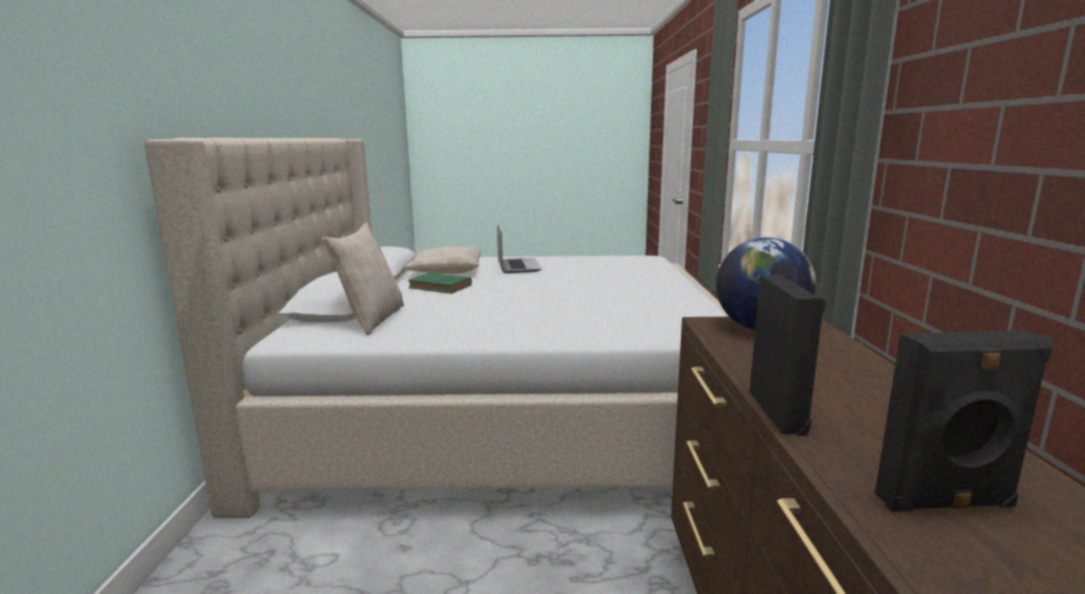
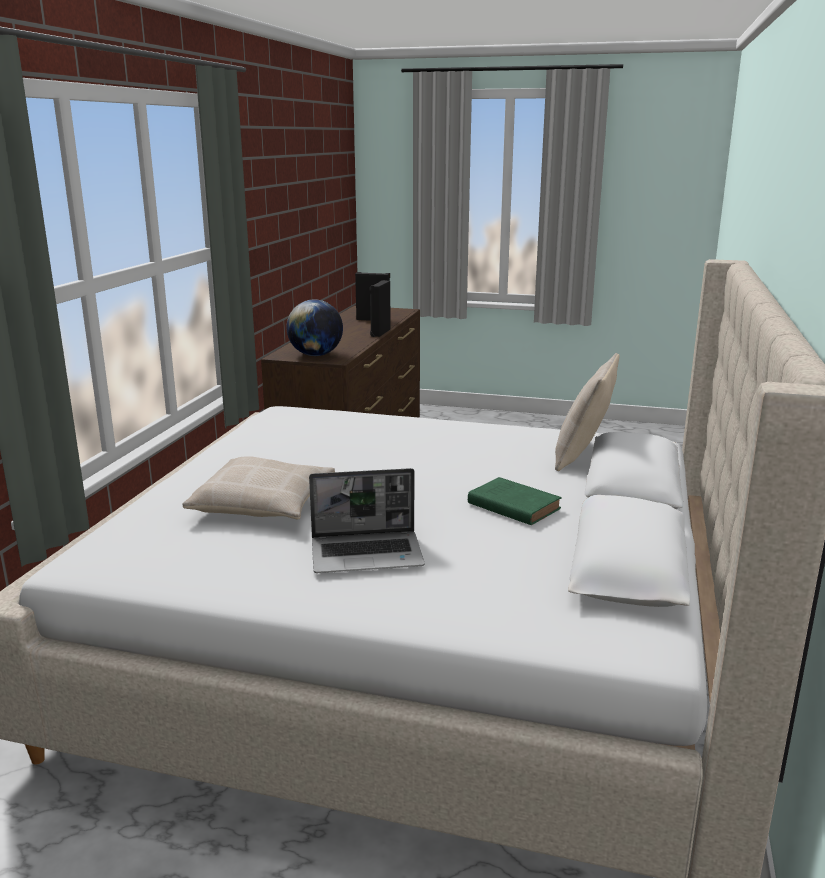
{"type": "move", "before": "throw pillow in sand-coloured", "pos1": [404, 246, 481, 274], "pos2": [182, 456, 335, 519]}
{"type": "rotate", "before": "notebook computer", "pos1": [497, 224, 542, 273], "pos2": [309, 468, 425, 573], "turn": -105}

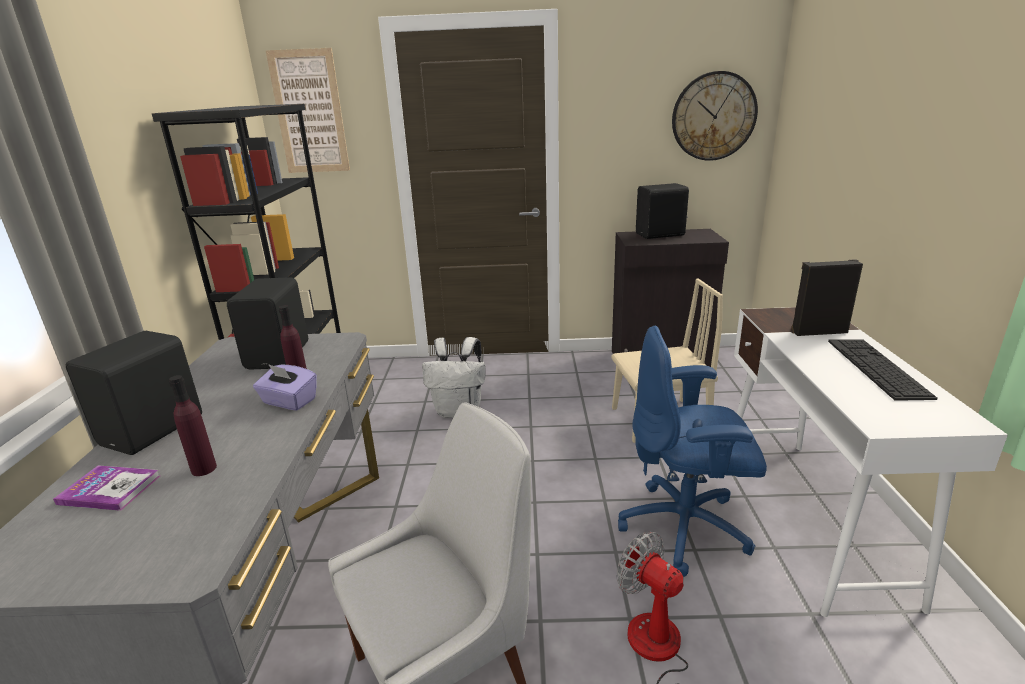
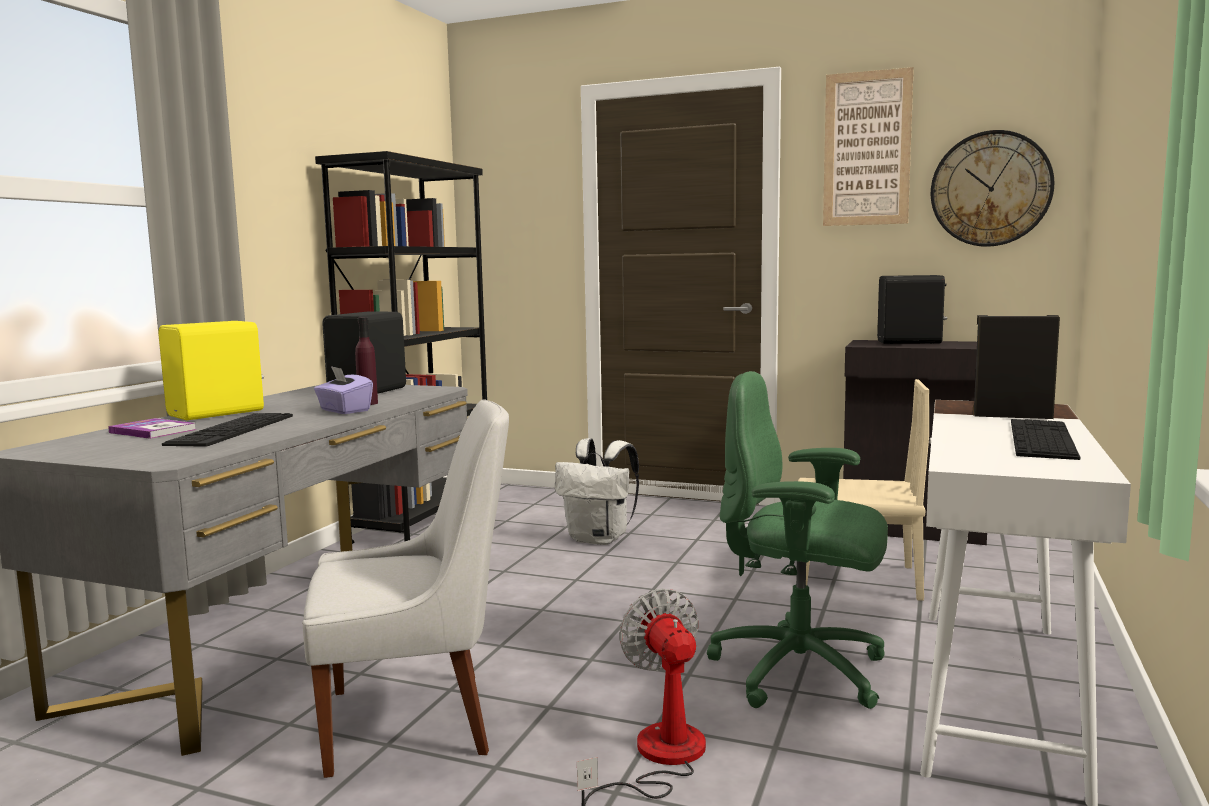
{"type": "move", "before": "picture", "pos1": [266, 48, 350, 173], "pos2": [823, 67, 914, 226]}
{"type": "replace", "before": "beverage bottle in purplish", "after": "computer keyboard", "pos1": [169, 375, 217, 476], "pos2": [162, 413, 293, 447]}
{"type": "recolor", "before": "loudspeaker in black-coloured", "after": "loudspeaker in yellow-coloured", "pos1": [66, 331, 202, 455], "pos2": [158, 321, 264, 420]}
{"type": "recolor", "before": "office chair in bluish", "after": "office chair in green-coloured", "pos1": [618, 326, 767, 577], "pos2": [707, 371, 888, 709]}

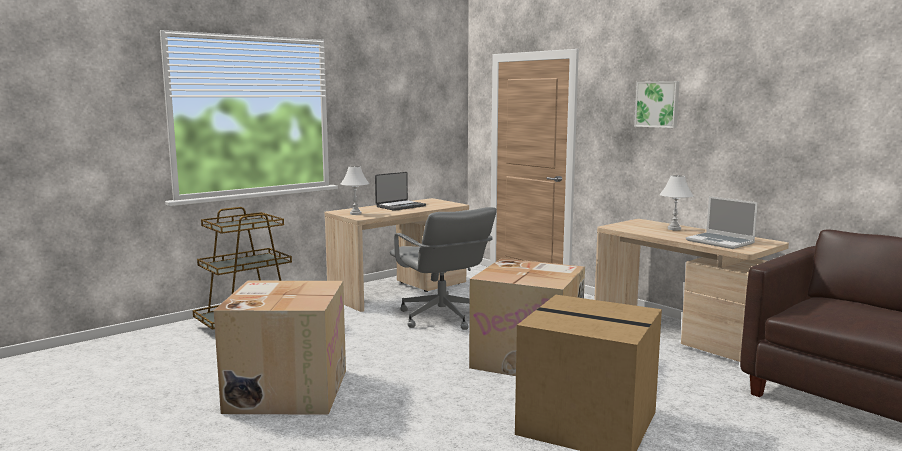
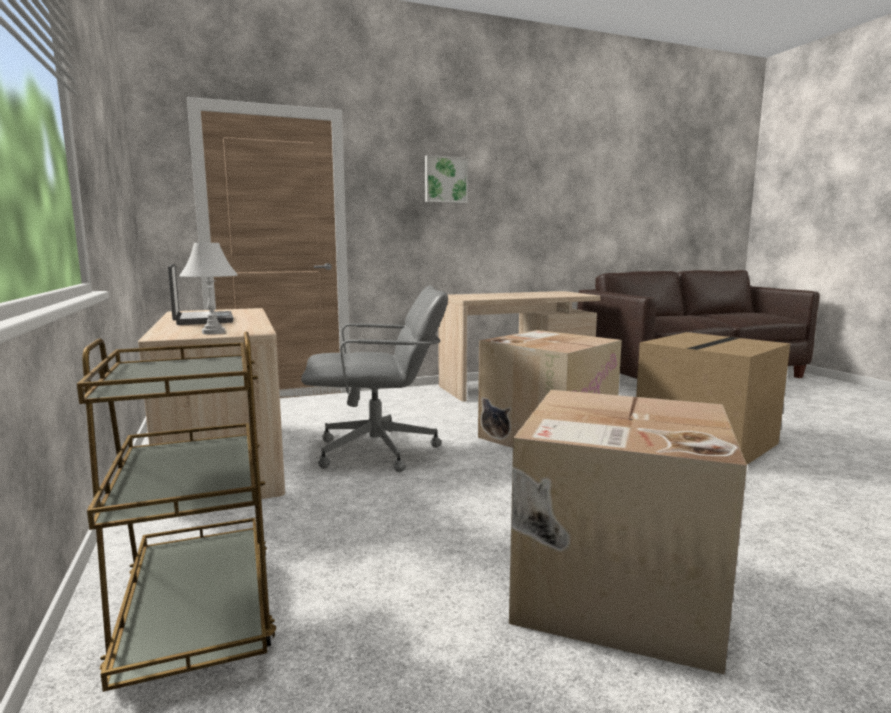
{"type": "delete", "before": "tabletop lamp in whitish", "pos1": [660, 175, 694, 230]}
{"type": "delete", "before": "notebook computer", "pos1": [686, 196, 758, 249]}

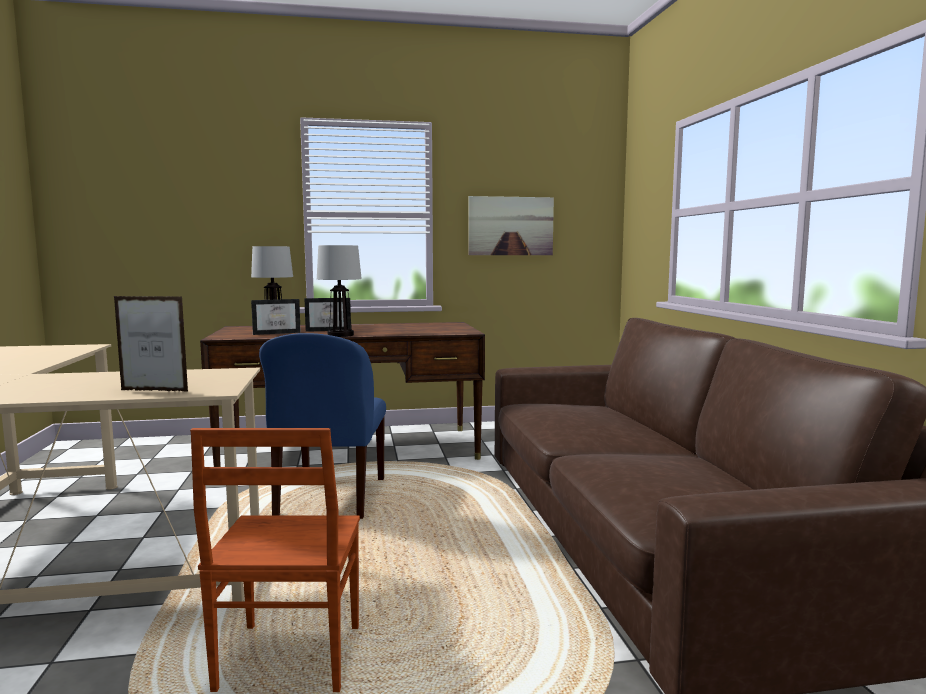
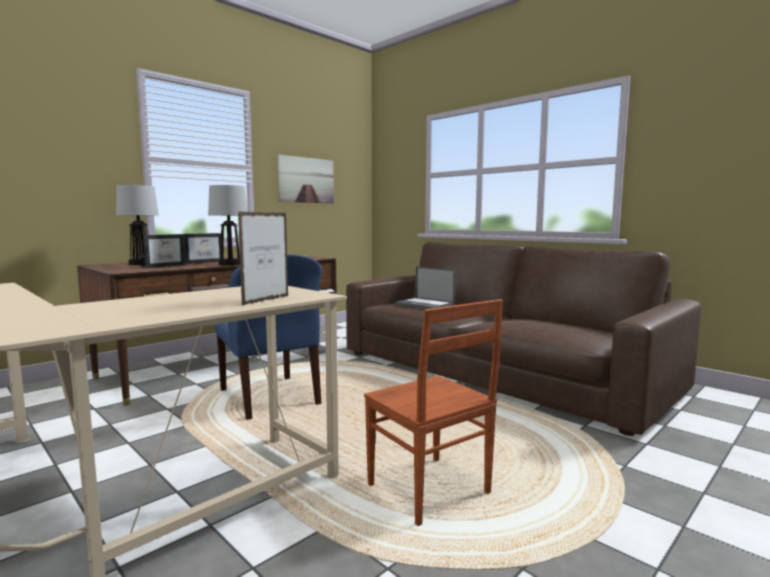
{"type": "insert", "after": "notebook computer", "pos2": [394, 266, 456, 309]}
{"type": "rotate", "before": "picture frame", "pos1": [114, 296, 188, 392], "pos2": [238, 211, 288, 305], "turn": 150}

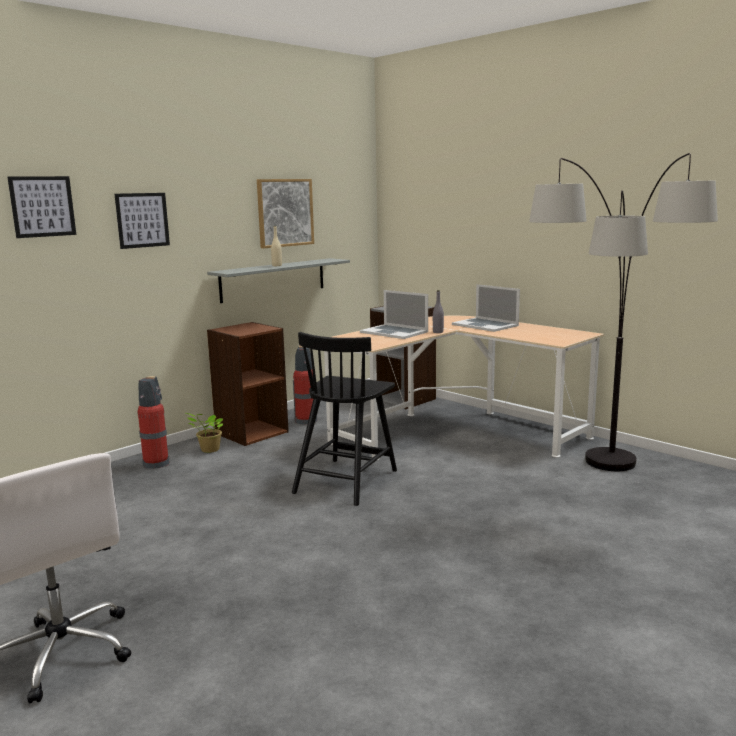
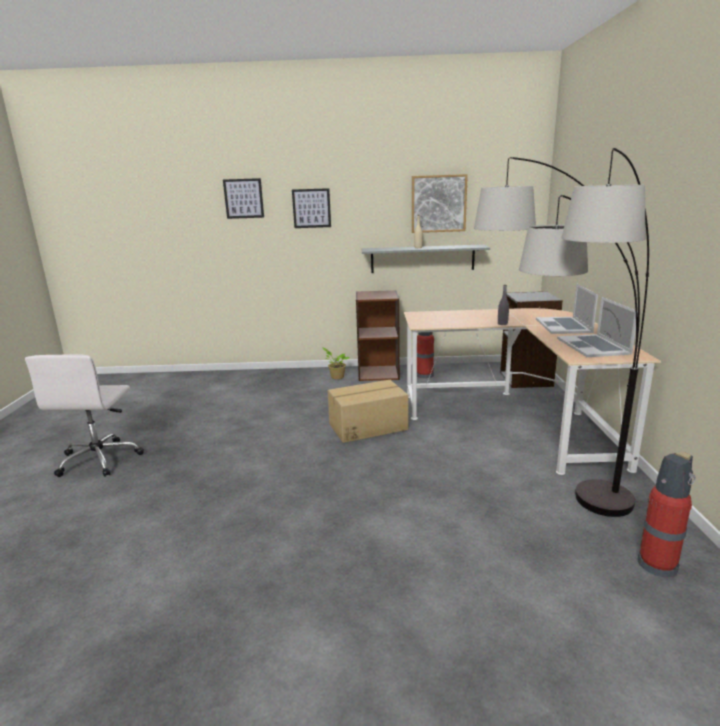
{"type": "move", "before": "fire-fighting cylinder", "pos1": [138, 376, 170, 469], "pos2": [638, 452, 696, 578]}
{"type": "move", "before": "notebook computer", "pos1": [360, 290, 428, 339], "pos2": [557, 297, 638, 357]}
{"type": "replace", "before": "plain chair in black-coloured", "after": "packing box", "pos1": [292, 332, 397, 506], "pos2": [328, 380, 408, 443]}

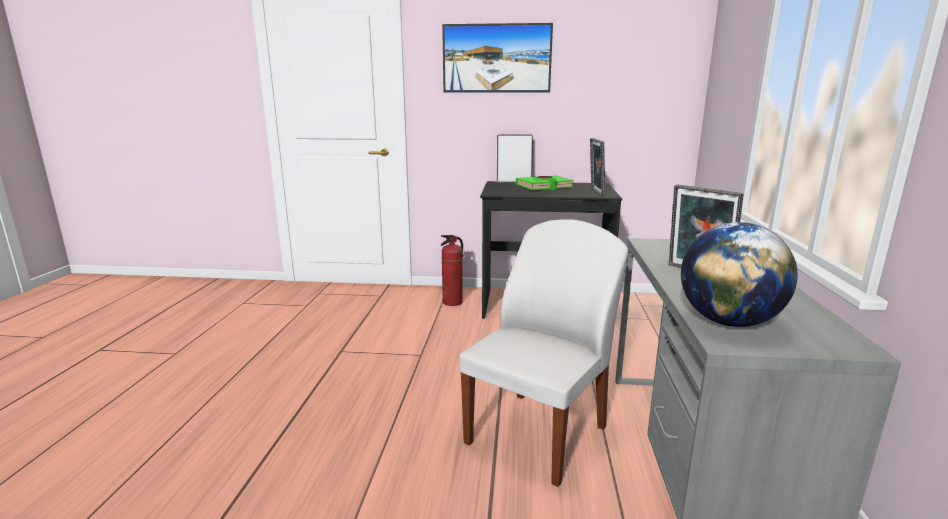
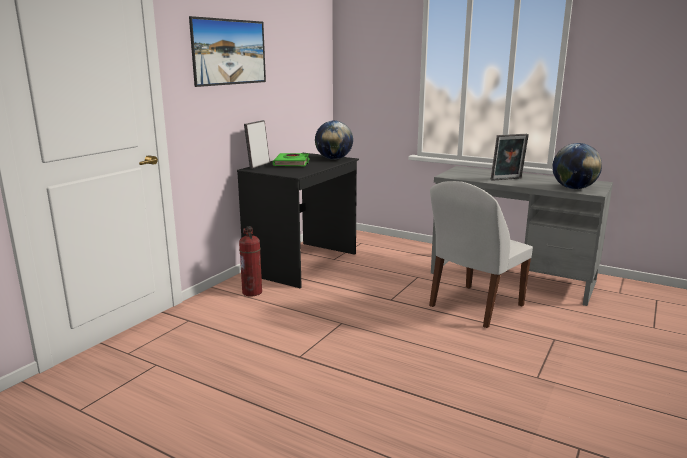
{"type": "replace", "before": "picture frame", "after": "world globe", "pos1": [590, 138, 605, 197], "pos2": [315, 121, 353, 160]}
{"type": "rotate", "before": "plain chair in whitish", "pos1": [460, 219, 628, 487], "pos2": [429, 181, 533, 328], "turn": -105}

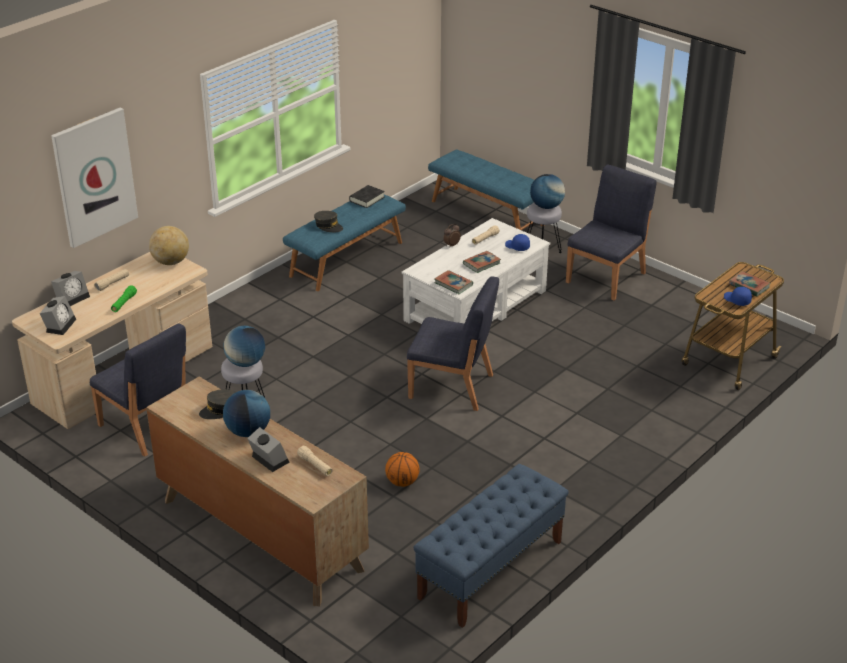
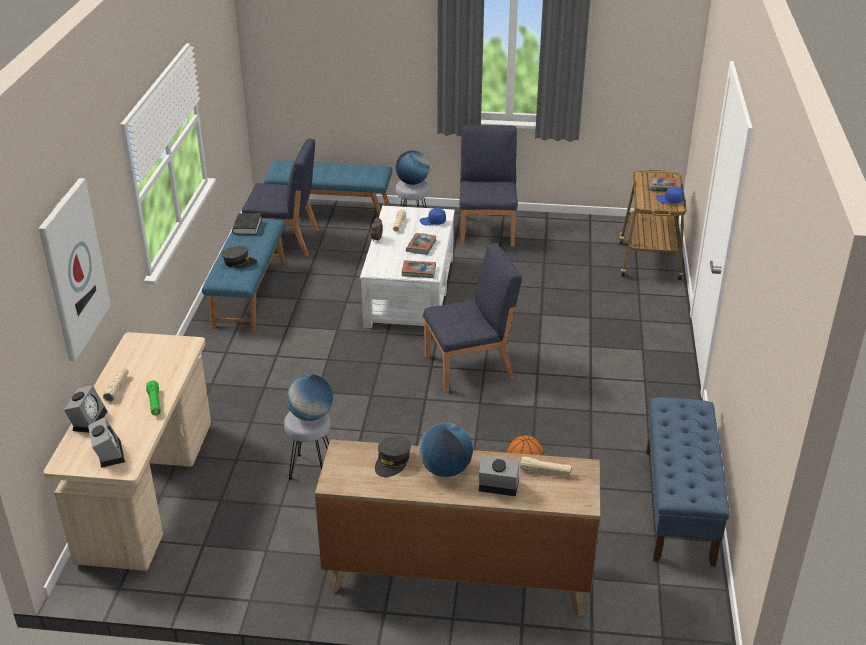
{"type": "delete", "before": "world globe", "pos1": [149, 226, 189, 265]}
{"type": "move", "before": "plain chair in bluish", "pos1": [90, 323, 186, 457], "pos2": [242, 139, 319, 257]}

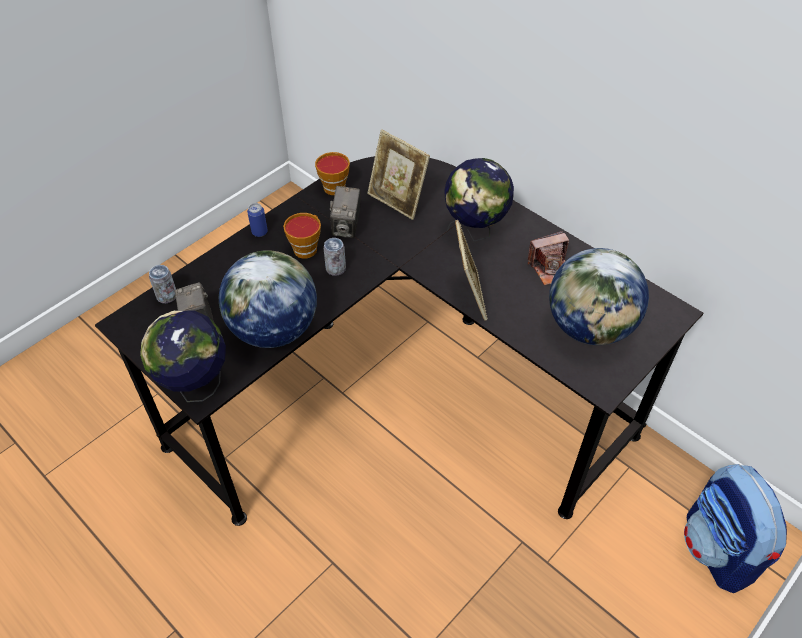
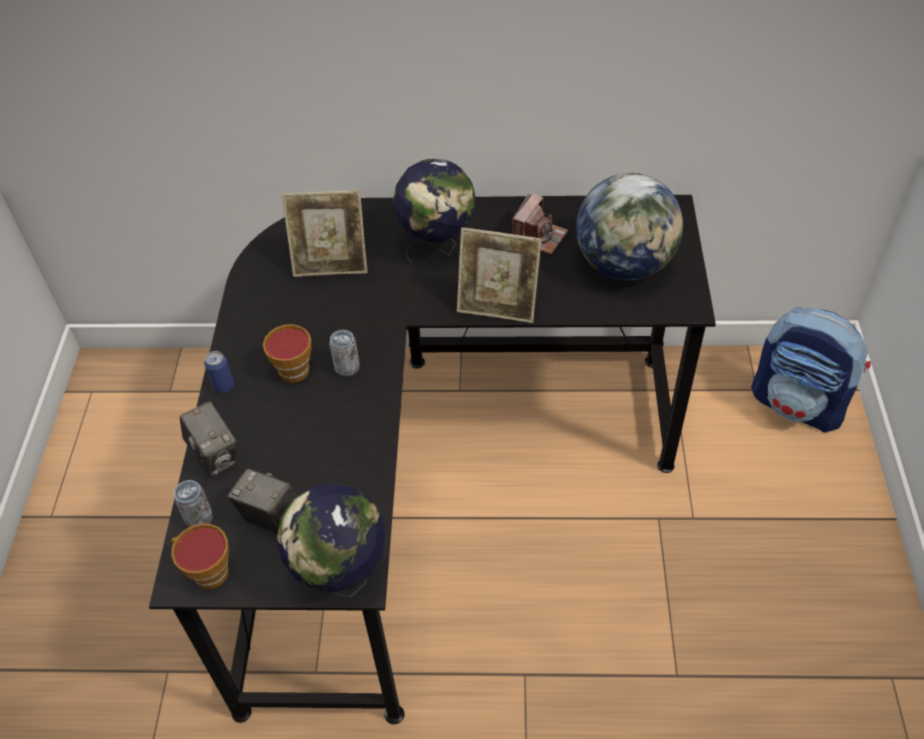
{"type": "delete", "before": "world globe", "pos1": [219, 250, 317, 348]}
{"type": "move", "before": "drinking cup", "pos1": [315, 152, 350, 195], "pos2": [171, 524, 229, 589]}
{"type": "move", "before": "still camera", "pos1": [330, 186, 361, 238], "pos2": [180, 401, 238, 478]}
{"type": "rotate", "before": "picture frame", "pos1": [455, 220, 488, 321], "pos2": [457, 227, 542, 323], "turn": 150}

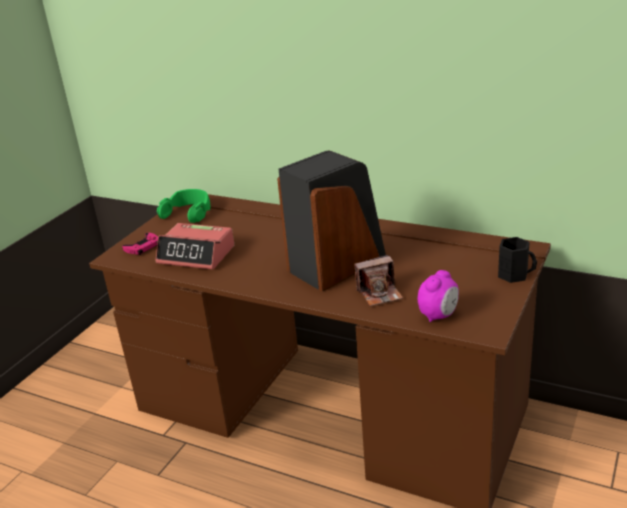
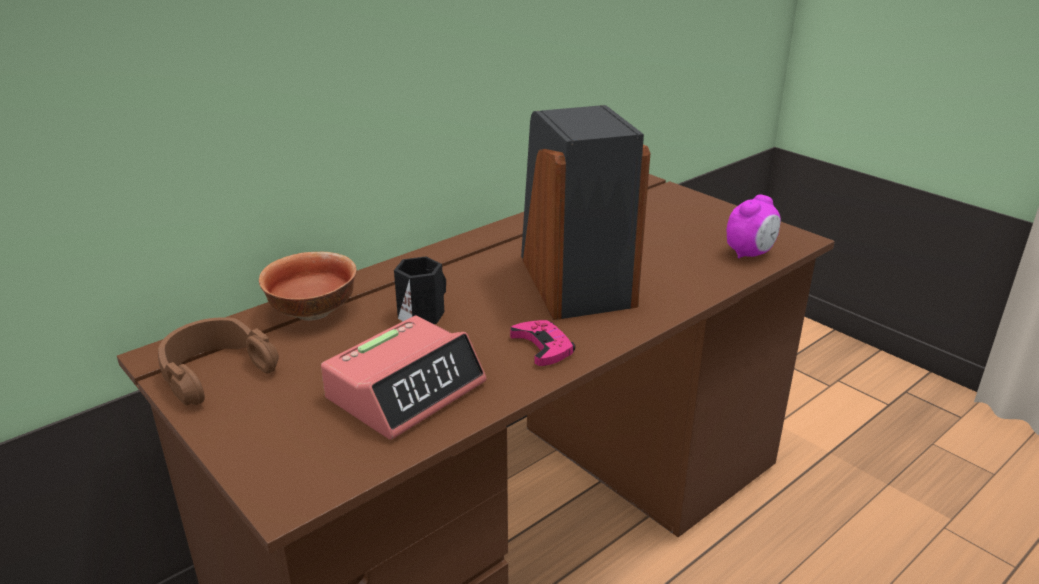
{"type": "delete", "before": "still camera", "pos1": [354, 255, 403, 306]}
{"type": "insert", "after": "bowl", "pos2": [259, 252, 357, 321]}
{"type": "move", "before": "gamepad in pinkish", "pos1": [122, 233, 158, 255], "pos2": [510, 320, 575, 366]}
{"type": "move", "before": "tea mug in black-coloured", "pos1": [498, 237, 537, 283], "pos2": [394, 256, 446, 324]}
{"type": "recolor", "before": "headset in green-coloured", "after": "headset in brown-coloured", "pos1": [157, 189, 210, 223], "pos2": [158, 317, 279, 405]}
{"type": "rotate", "before": "alarm clock", "pos1": [418, 270, 459, 322], "pos2": [726, 195, 781, 259], "turn": 75}

